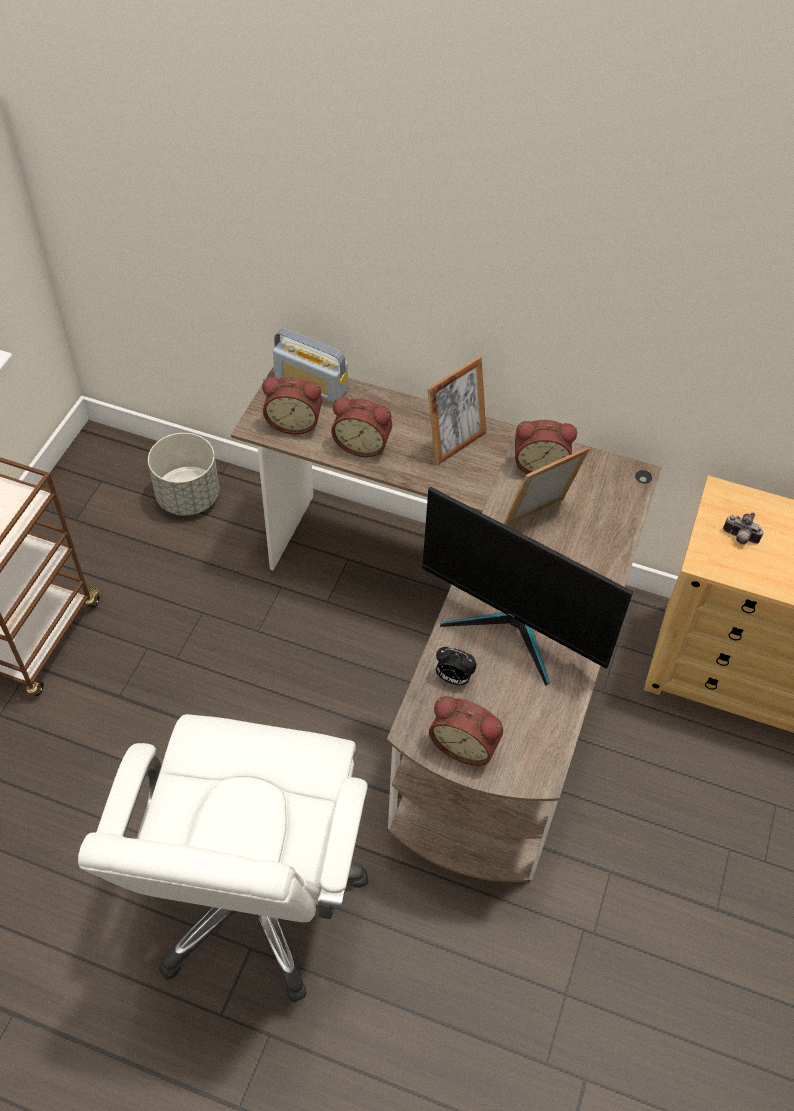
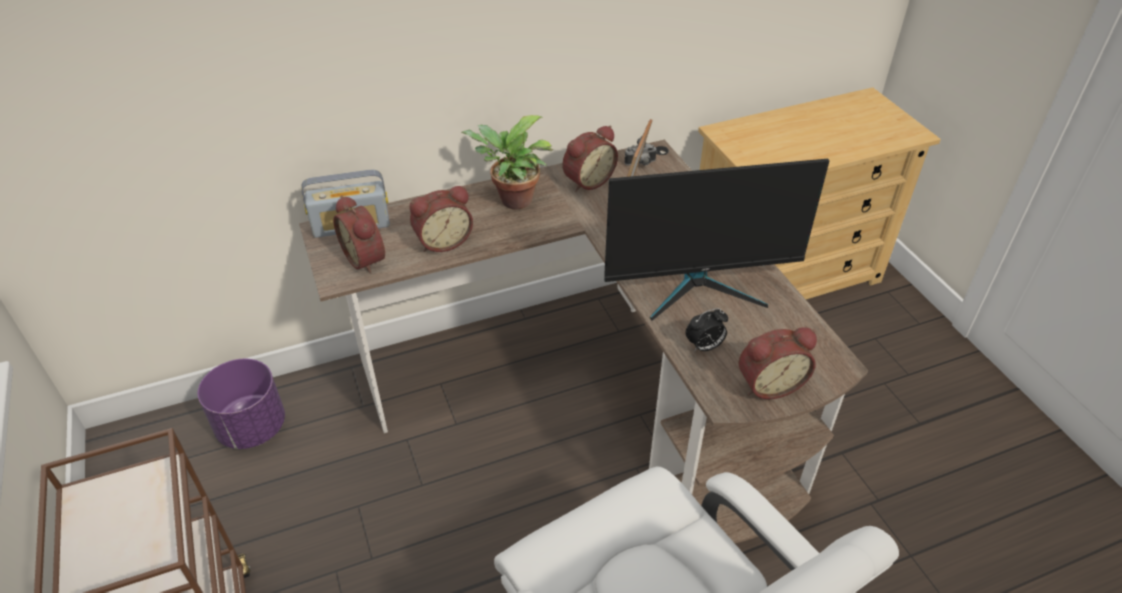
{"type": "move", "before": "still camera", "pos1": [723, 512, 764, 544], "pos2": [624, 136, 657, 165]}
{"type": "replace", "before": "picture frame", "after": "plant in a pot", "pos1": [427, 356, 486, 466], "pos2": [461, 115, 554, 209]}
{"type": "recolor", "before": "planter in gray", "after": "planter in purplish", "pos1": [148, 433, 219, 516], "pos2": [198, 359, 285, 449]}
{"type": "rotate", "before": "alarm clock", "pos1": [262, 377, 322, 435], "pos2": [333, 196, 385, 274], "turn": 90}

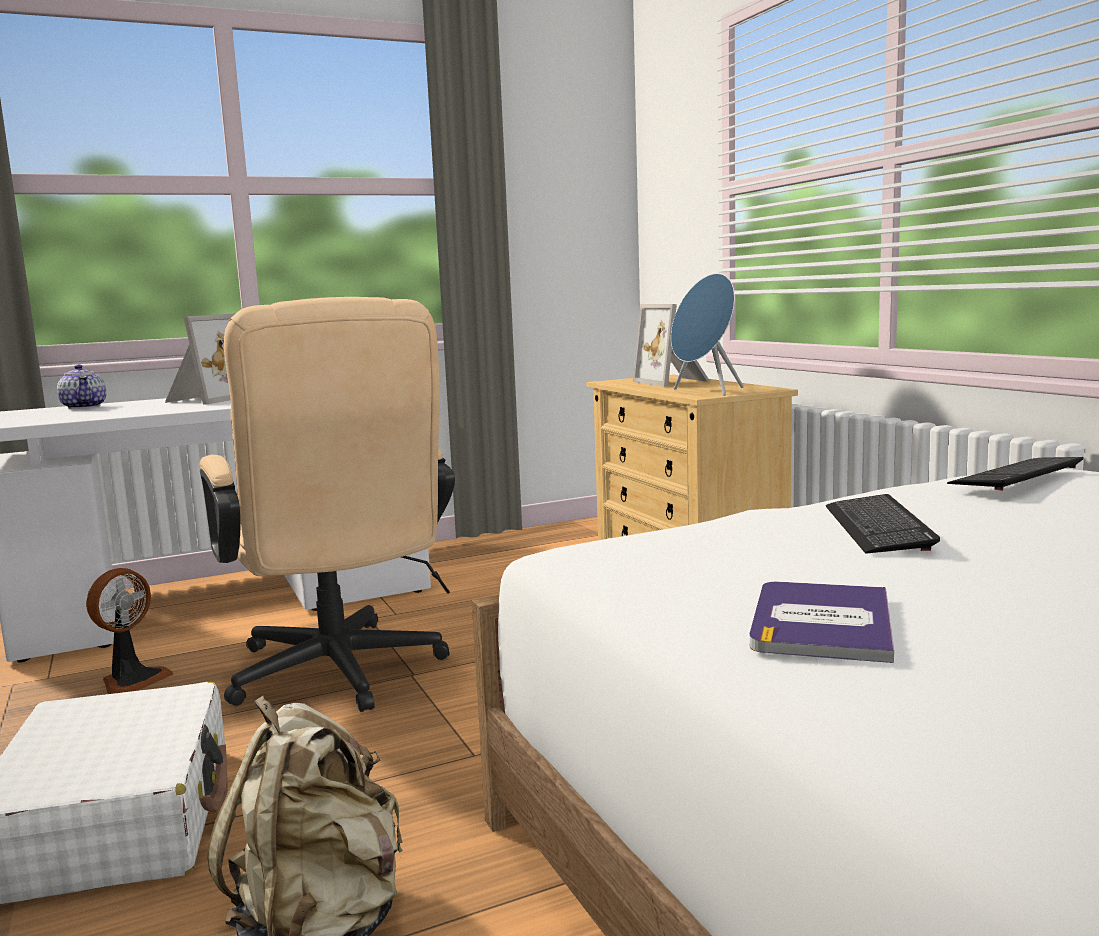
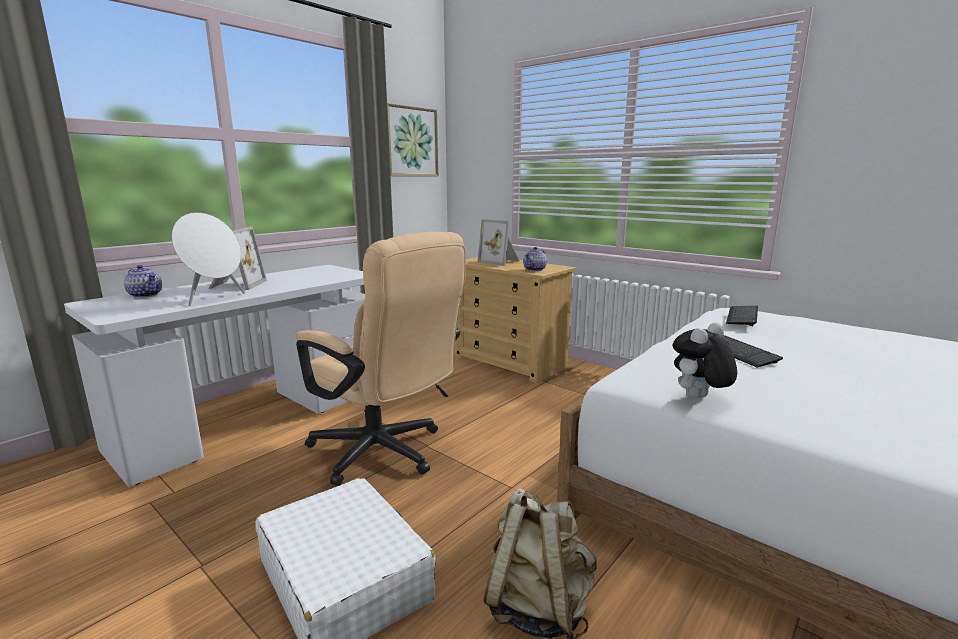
{"type": "delete", "before": "cooling fan", "pos1": [86, 568, 173, 694]}
{"type": "delete", "before": "bound book", "pos1": [749, 581, 894, 663]}
{"type": "insert", "after": "loudspeaker in whitish", "pos2": [172, 212, 245, 306]}
{"type": "insert", "after": "picture", "pos2": [387, 103, 438, 176]}
{"type": "insert", "after": "plush toy", "pos2": [673, 322, 737, 399]}
{"type": "replace", "before": "loudspeaker in bluish", "after": "tea pot", "pos1": [671, 273, 744, 396], "pos2": [523, 247, 547, 271]}

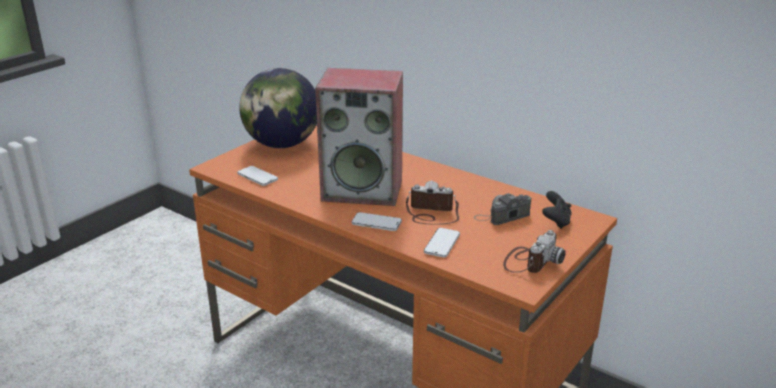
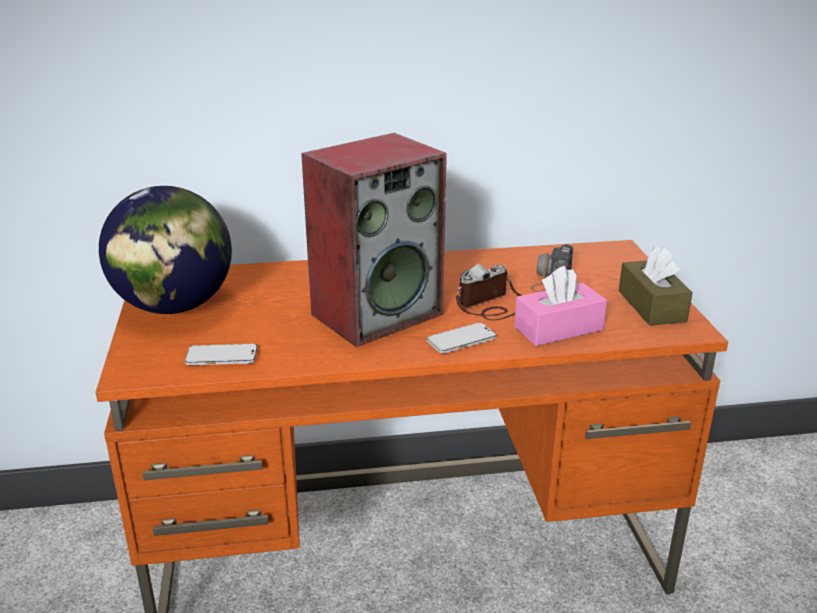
{"type": "delete", "before": "gamepad in black-coloured", "pos1": [542, 191, 571, 229]}
{"type": "replace", "before": "phone", "after": "tissue box in pinkish", "pos1": [424, 228, 460, 257], "pos2": [514, 266, 607, 346]}
{"type": "replace", "before": "still camera", "after": "tissue box in brown-coloured", "pos1": [503, 230, 566, 273], "pos2": [619, 246, 693, 326]}

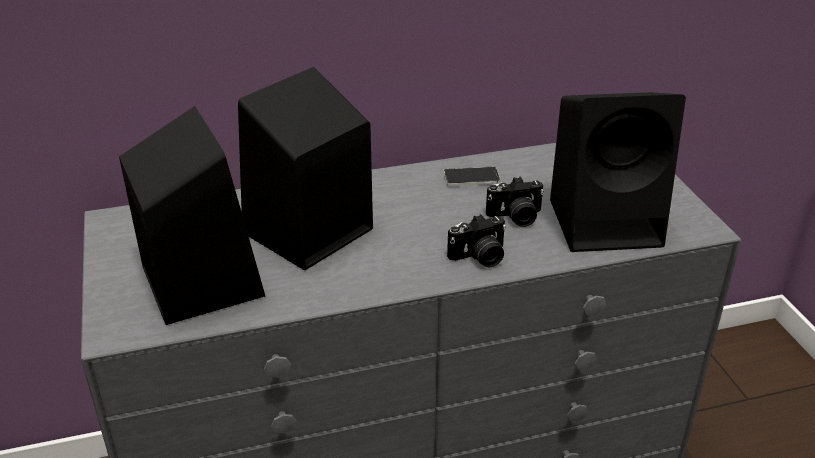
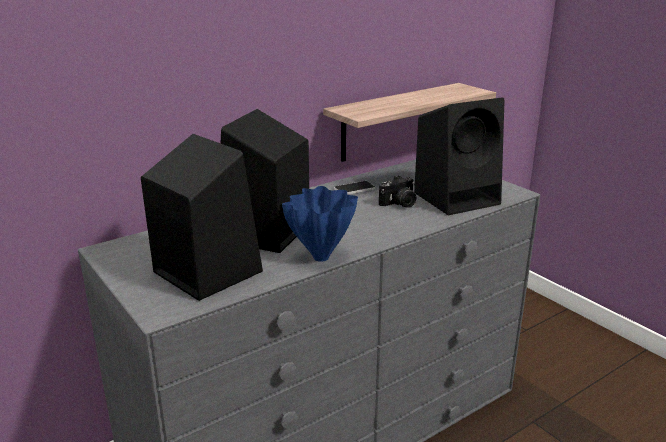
{"type": "delete", "before": "still camera", "pos1": [447, 214, 506, 267]}
{"type": "insert", "after": "flower vase in bluish", "pos2": [282, 186, 358, 262]}
{"type": "insert", "after": "wall shelf", "pos2": [323, 83, 496, 162]}

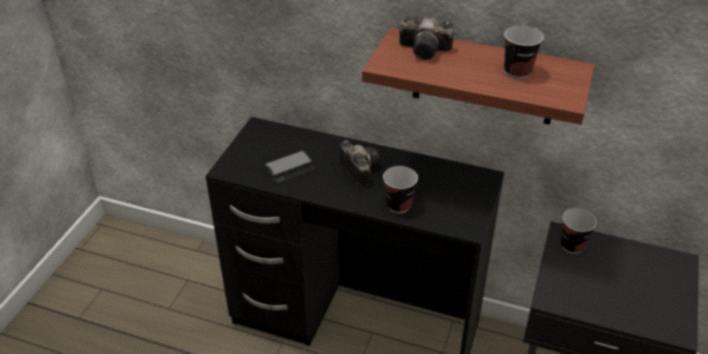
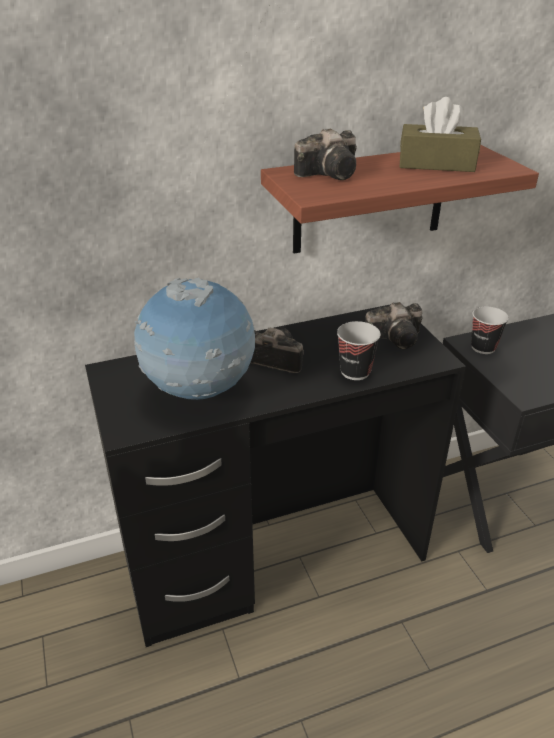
{"type": "insert", "after": "still camera", "pos2": [365, 302, 422, 349]}
{"type": "replace", "before": "phone", "after": "world globe", "pos1": [265, 150, 316, 183], "pos2": [134, 277, 255, 400]}
{"type": "replace", "before": "drinking cup", "after": "tissue box in brown-coloured", "pos1": [504, 26, 544, 79], "pos2": [400, 97, 481, 172]}

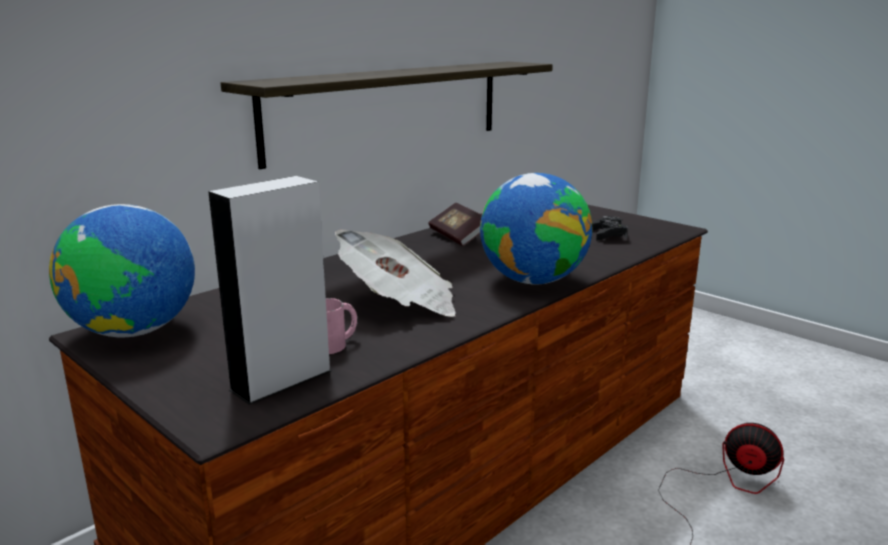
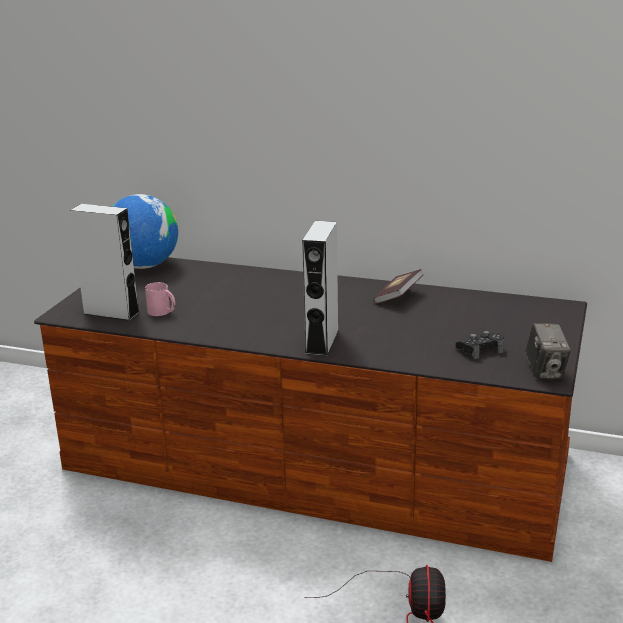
{"type": "delete", "before": "wall shelf", "pos1": [221, 61, 553, 169]}
{"type": "delete", "before": "daily paper", "pos1": [335, 229, 456, 317]}
{"type": "insert", "after": "still camera", "pos2": [525, 323, 571, 379]}
{"type": "replace", "before": "world globe", "after": "loudspeaker in gray", "pos1": [480, 173, 592, 284], "pos2": [302, 221, 339, 356]}

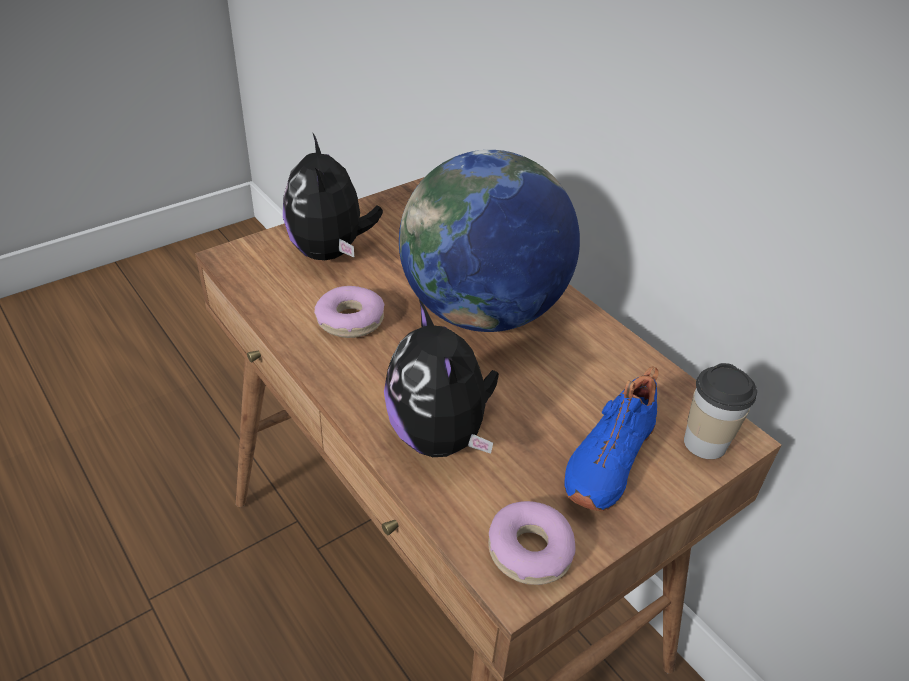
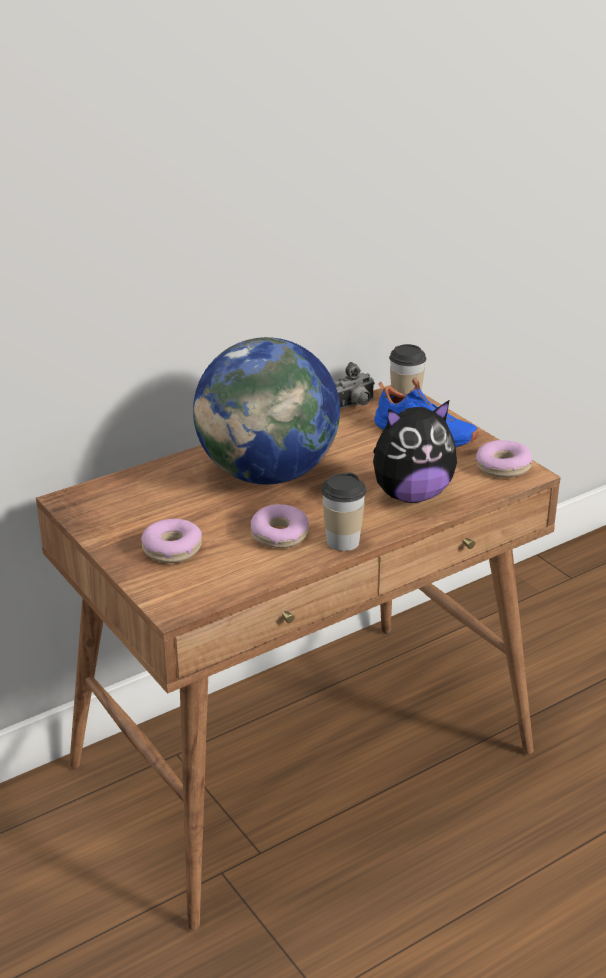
{"type": "insert", "after": "drinking cup", "pos2": [321, 473, 366, 551]}
{"type": "insert", "after": "still camera", "pos2": [334, 362, 375, 409]}
{"type": "replace", "before": "plush toy", "after": "doughnut", "pos1": [283, 132, 383, 260], "pos2": [141, 519, 202, 563]}

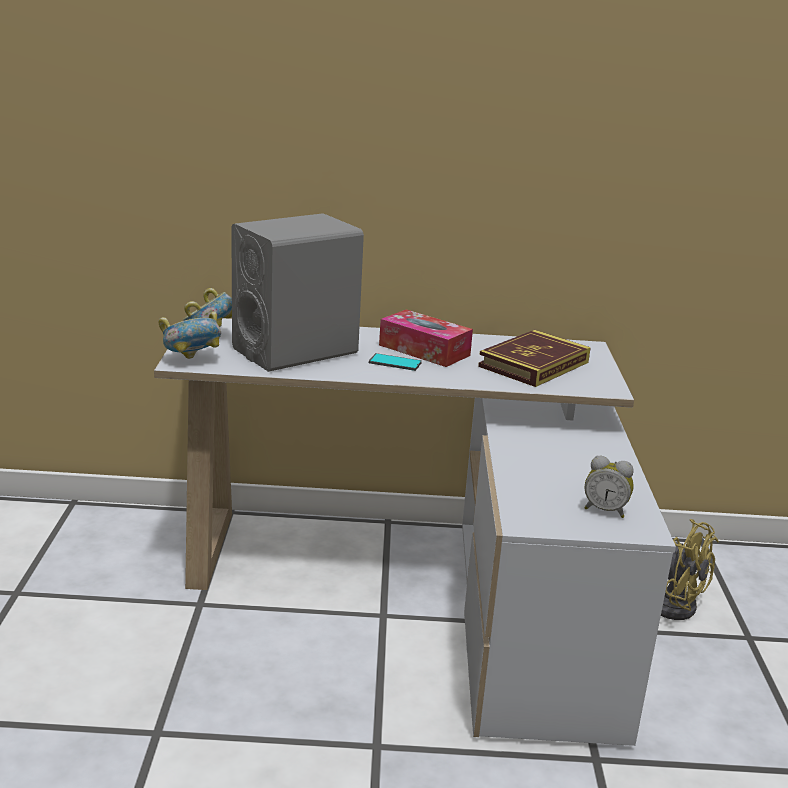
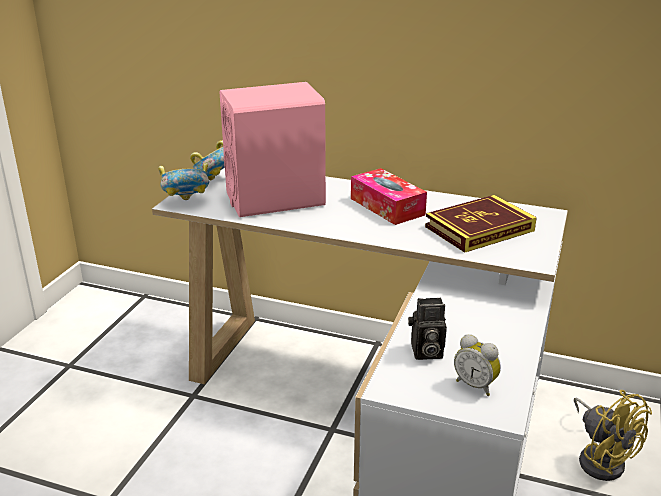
{"type": "delete", "before": "phone", "pos1": [369, 353, 422, 371]}
{"type": "insert", "after": "still camera", "pos2": [408, 298, 447, 360]}
{"type": "recolor", "before": "loudspeaker in gray", "after": "loudspeaker in pinkish", "pos1": [231, 213, 364, 372], "pos2": [220, 82, 326, 217]}

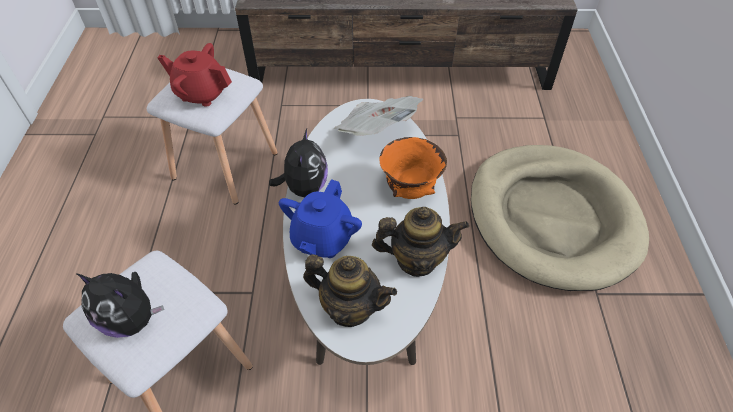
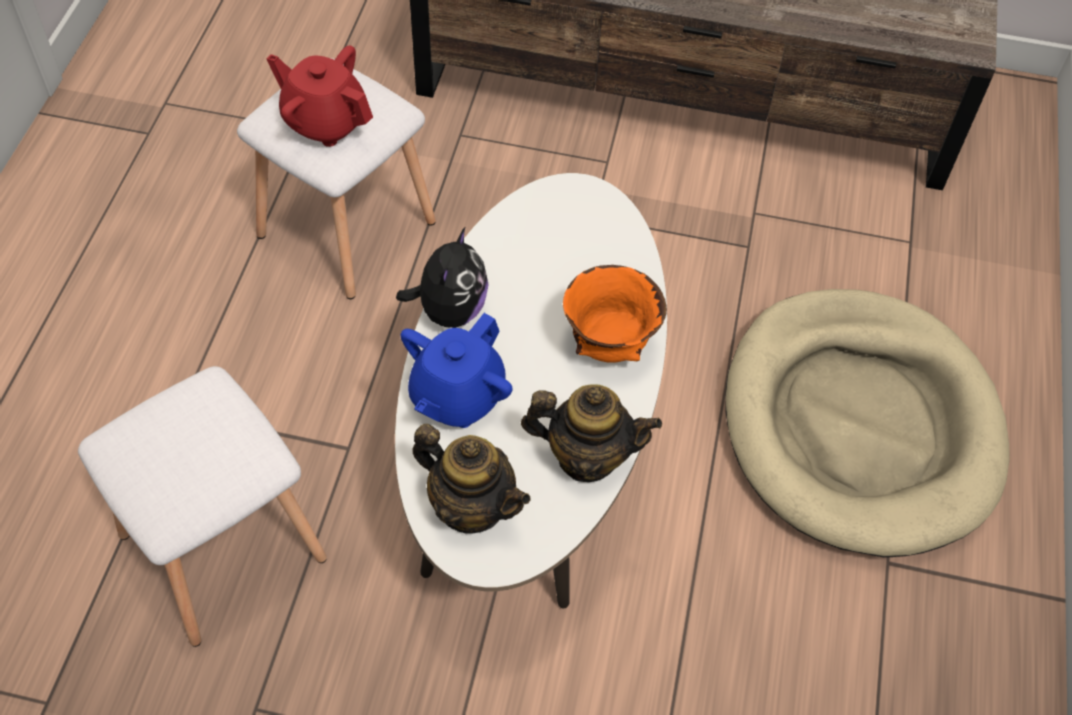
{"type": "delete", "before": "plush toy", "pos1": [77, 272, 164, 338]}
{"type": "delete", "before": "daily paper", "pos1": [334, 96, 423, 136]}

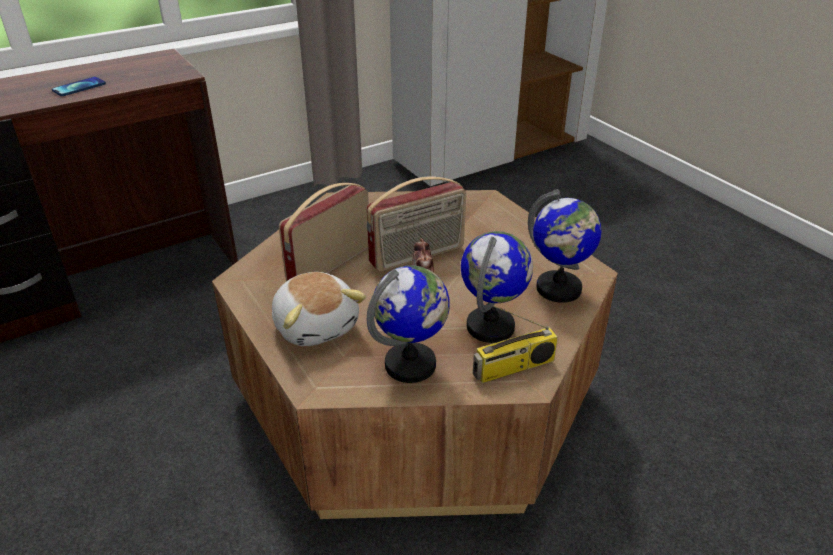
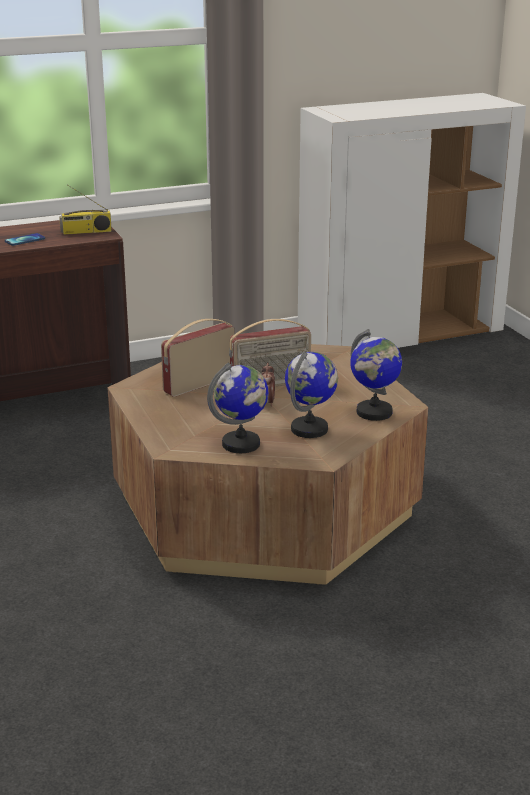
{"type": "delete", "before": "plush toy", "pos1": [272, 272, 366, 346]}
{"type": "move", "before": "radio", "pos1": [473, 305, 558, 383], "pos2": [59, 184, 112, 235]}

